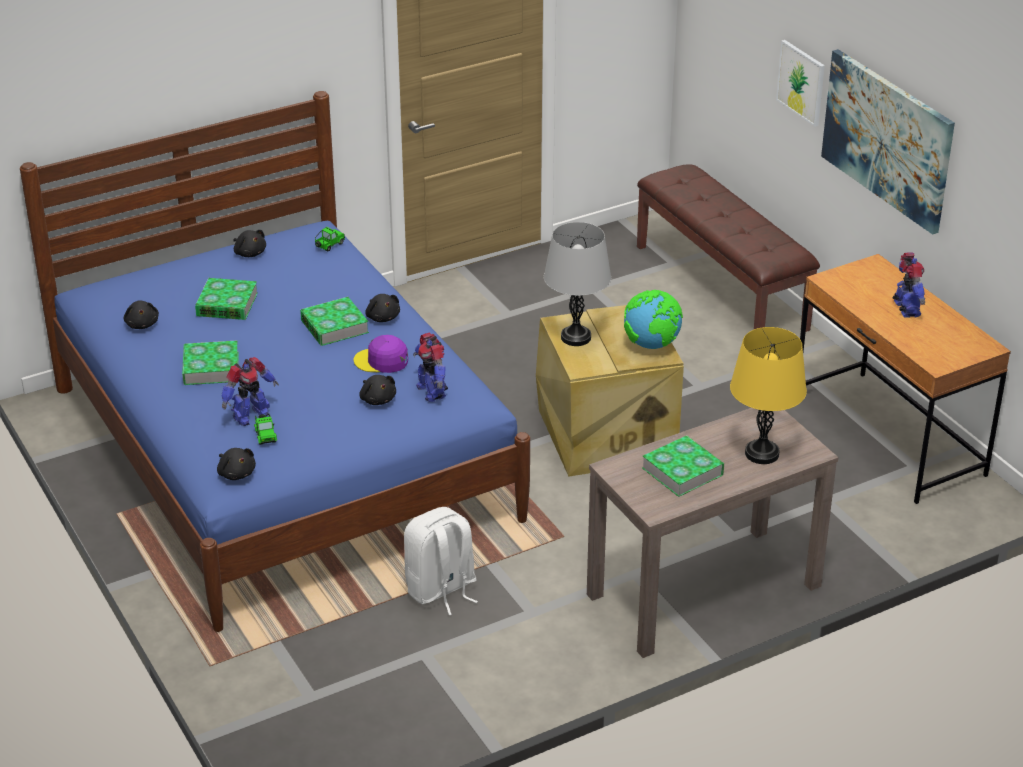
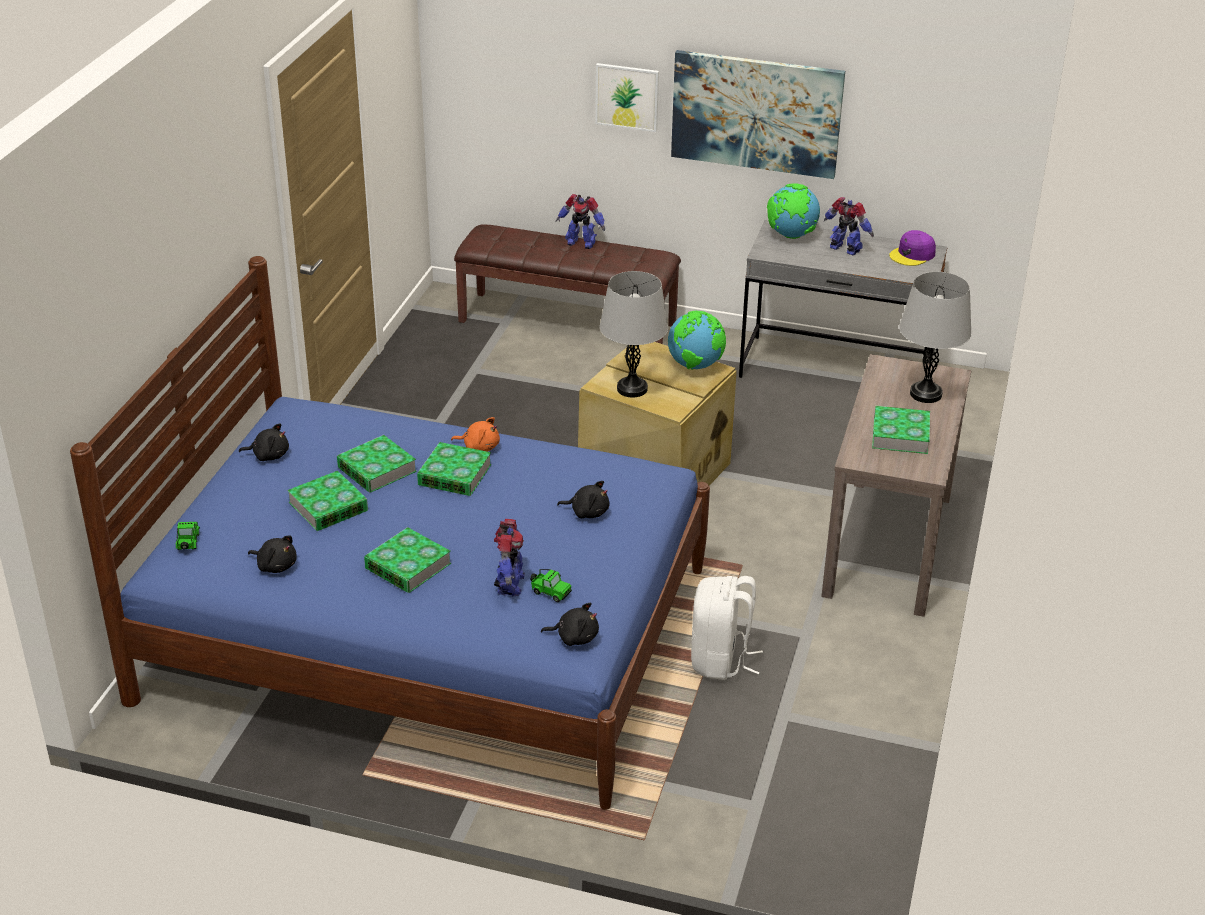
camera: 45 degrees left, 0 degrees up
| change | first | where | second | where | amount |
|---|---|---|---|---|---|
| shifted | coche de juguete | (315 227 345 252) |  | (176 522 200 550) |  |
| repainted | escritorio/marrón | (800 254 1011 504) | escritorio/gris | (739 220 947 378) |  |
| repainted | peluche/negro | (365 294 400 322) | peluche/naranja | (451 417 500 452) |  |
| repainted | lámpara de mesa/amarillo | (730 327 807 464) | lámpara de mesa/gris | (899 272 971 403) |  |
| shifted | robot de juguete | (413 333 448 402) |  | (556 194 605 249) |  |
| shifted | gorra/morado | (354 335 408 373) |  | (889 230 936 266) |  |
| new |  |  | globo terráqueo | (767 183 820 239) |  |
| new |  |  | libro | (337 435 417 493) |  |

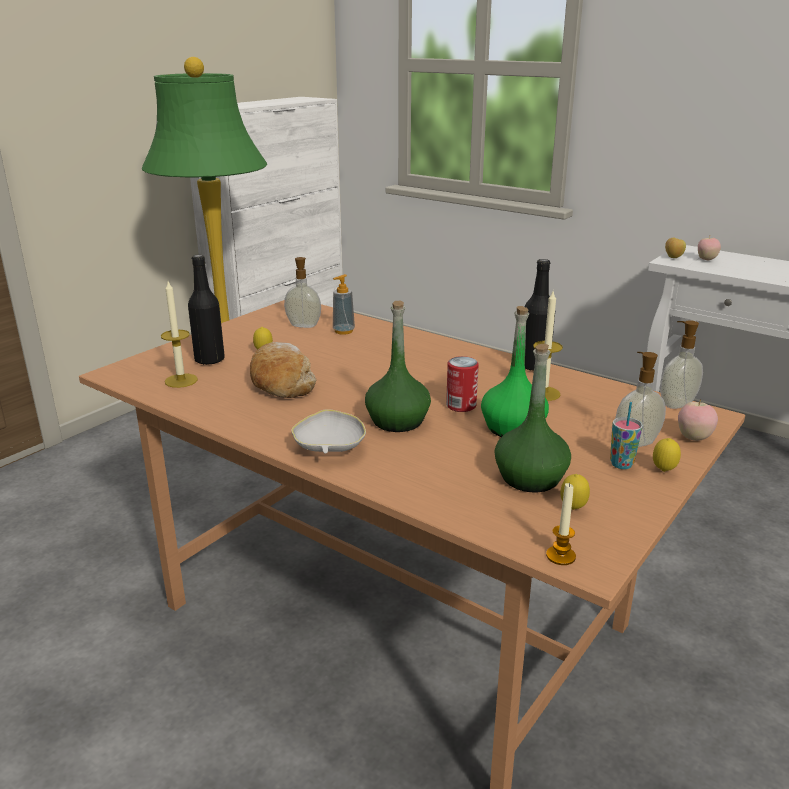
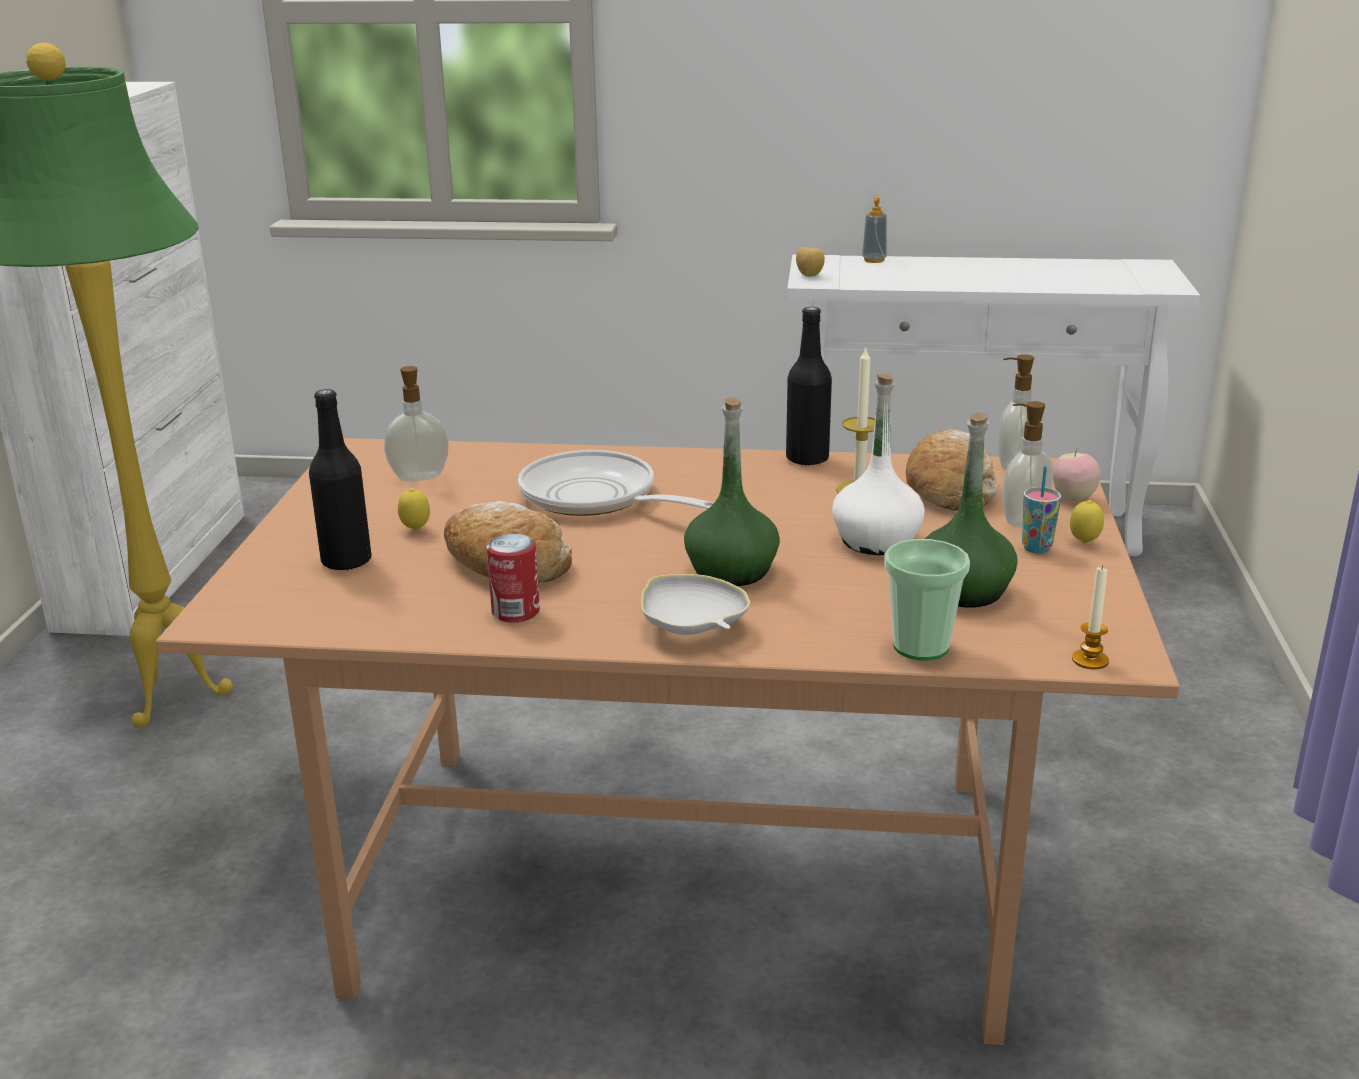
camera: 30 degrees left, 0 degrees up
| change | first | where | second | where | amount |
|---|---|---|---|---|---|
| gone | manzana | (698 236 721 260) |  |  |  |
| shifted | dispensador de jabón | (333 274 355 335) |  | (862 195 887 263) |  |
| gone | vela | (161 282 198 388) |  |  |  |
| repainted | botella/verde | (481 306 549 437) | botella/blanco | (832 373 925 555) |  |
| shifted | lata | (446 356 479 412) |  | (487 534 540 622) |  |
| gone | limón | (560 474 590 510) |  |  |  |
| new |  |  | pan | (906 429 998 511) |  |
| new |  |  | sartén | (518 450 714 516) |  |
| new |  |  | taza | (884 539 970 660) |  |

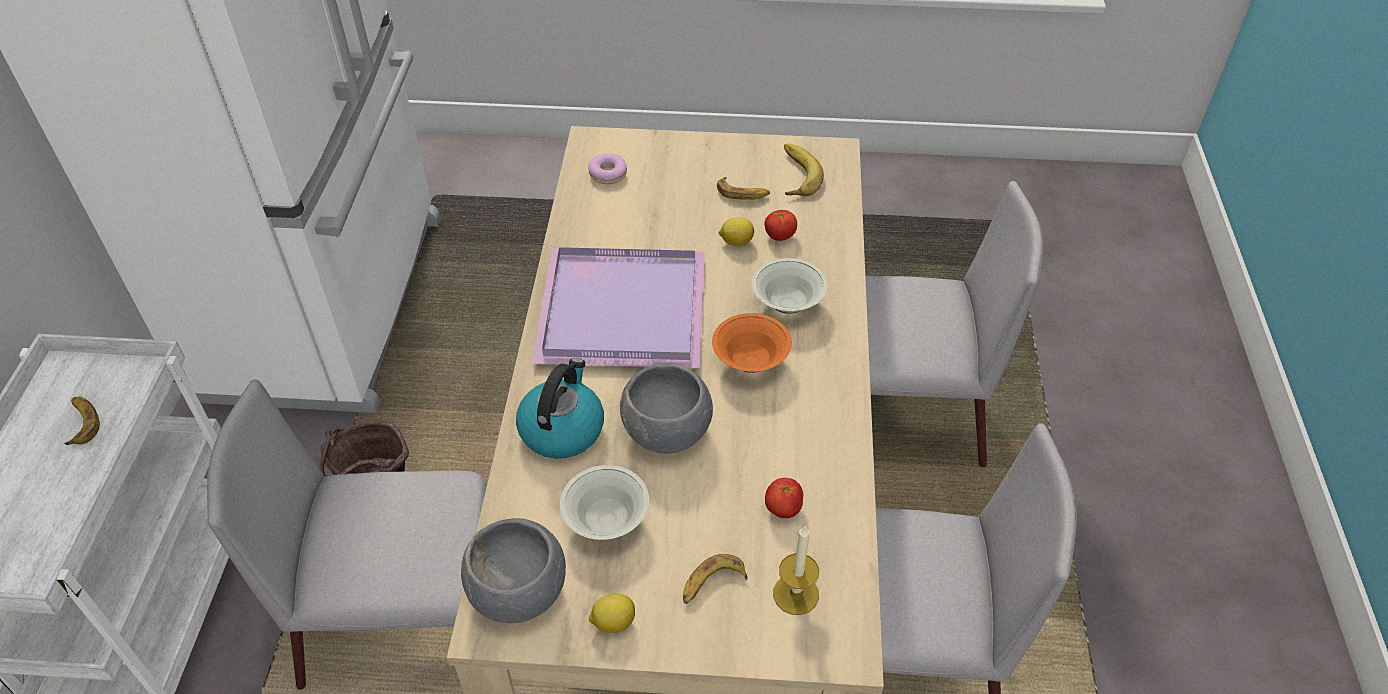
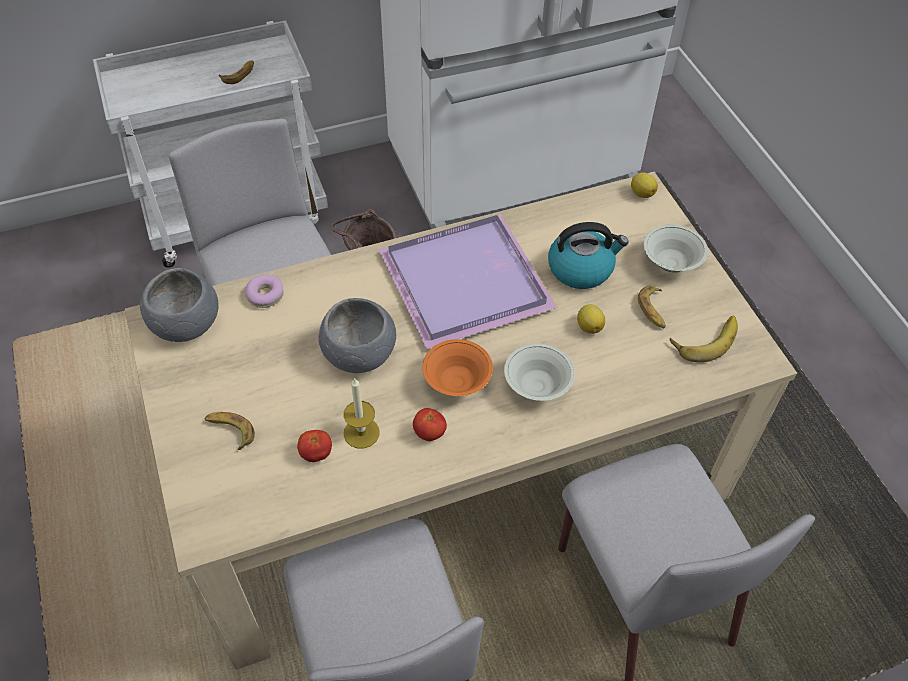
camera: 65 degrees right, 5 degrees up
| change | first | where | second | where | amount |
|---|---|---|---|---|---|
| shifted | rosquilla | (588 153 627 184) |  | (245 274 284 308) |  |
| shifted | tomate | (765 210 797 241) |  | (413 408 447 441) |  |
| shifted | hervidor | (516 358 604 459) |  | (548 222 628 289) |  |
| shifted | cuenco/blanco | (560 465 649 540) |  | (644 225 708 272) |  |
| shifted | vela | (773 527 819 615) |  | (343 377 380 448) |  |
| shifted | limón | (589 594 635 633) |  | (631 172 658 198) |  |

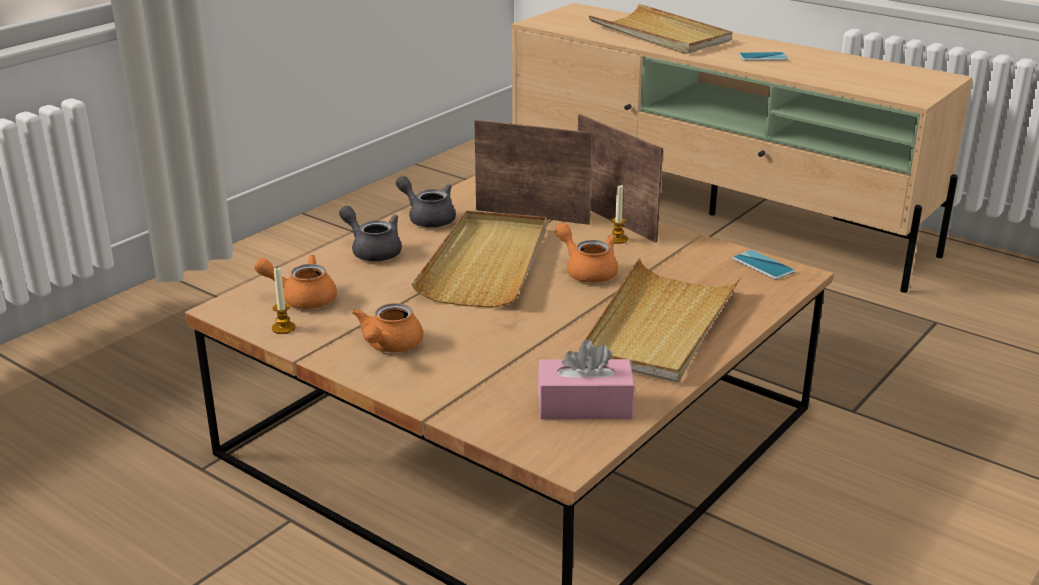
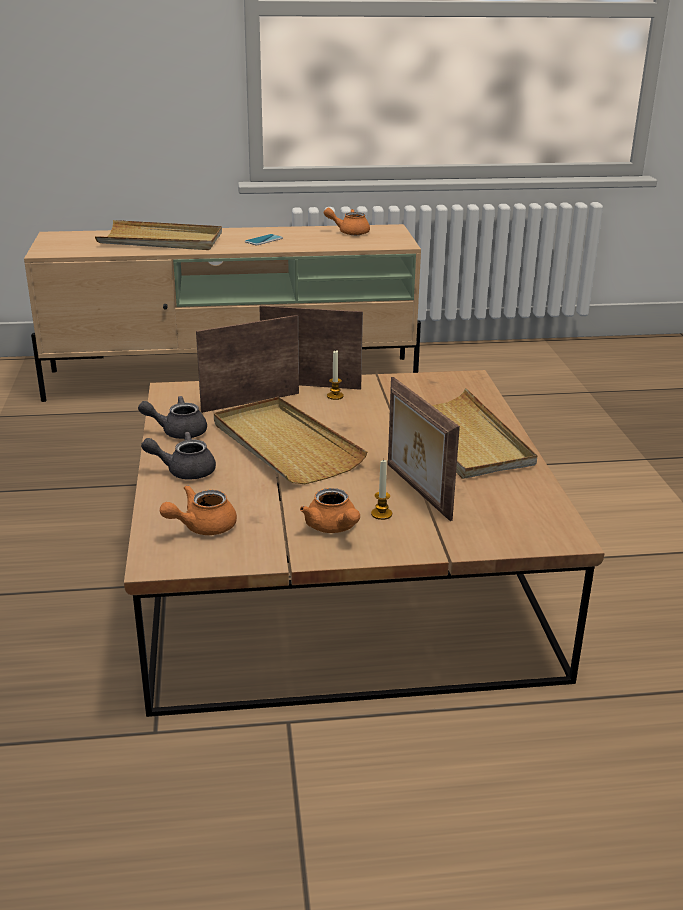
camera: 45 degrees left, 0 degrees up
| change | first | where | second | where | amount |
|---|---|---|---|---|---|
| shifted | tetera/naranja | (555 223 618 283) |  | (324 208 370 235) |  |
| gone | móvil | (732 250 795 280) |  |  |  |
| shifted | vela | (272 268 295 334) |  | (371 459 392 520) |  |
| gone | caja de pañuelos/rosa | (538 339 635 419) |  |  |  |
| new |  |  | portarretratos | (388 377 460 521) |  |

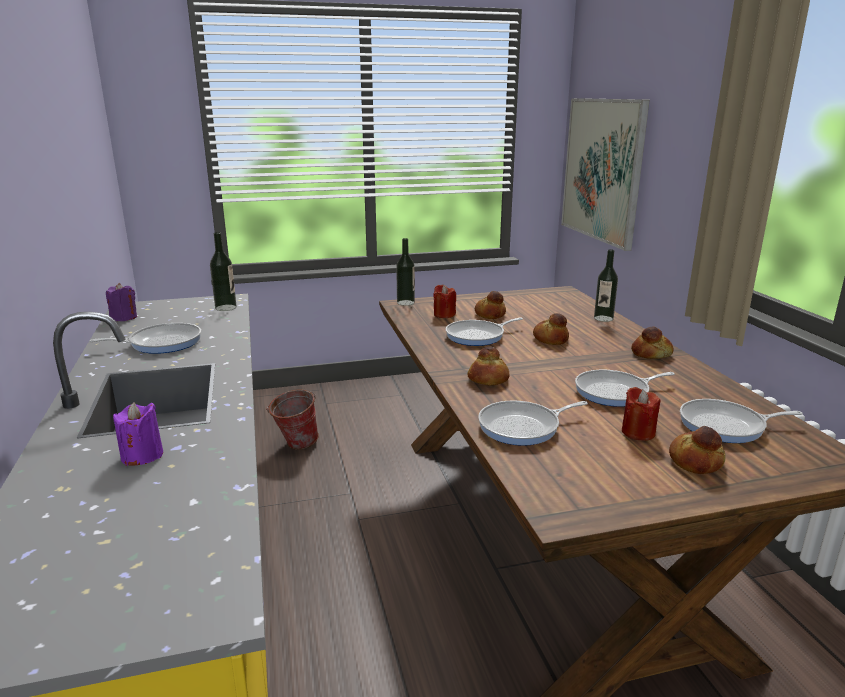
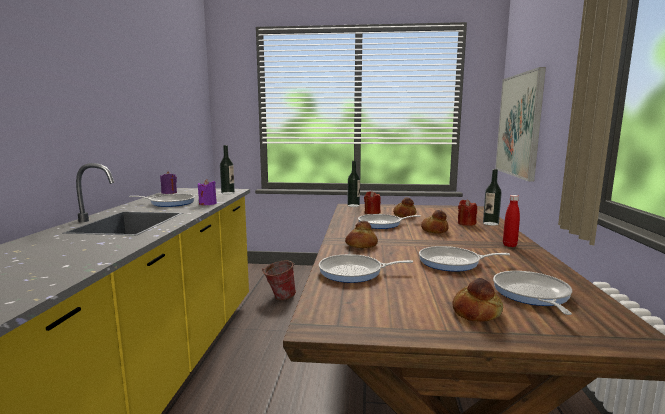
camera: 20 degrees right, 10 degrees down
| change | first | where | second | where | amount |
|---|---|---|---|---|---|
| swapped | pan | (631 326 673 359) | botella/rojo | (503 195 520 247) |  |
| shifted | vela/rojo | (622 387 660 441) |  | (458 199 477 226) |  |
| rotated | sartén | (680 399 803 443) |  | (493 271 572 315) | 75 degrees clockwise |
| shifted | vela/morado | (113 402 163 466) |  | (198 179 217 205) |  |

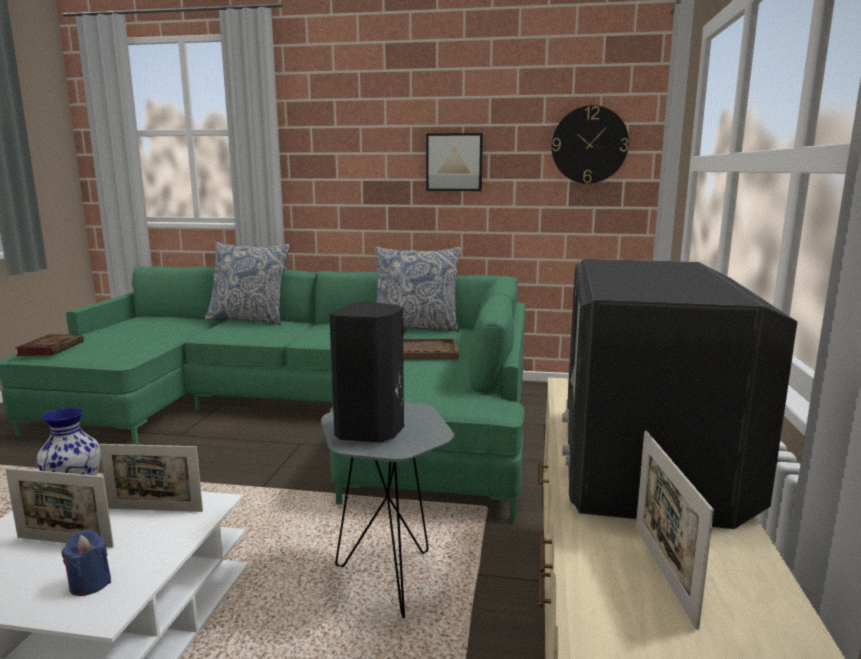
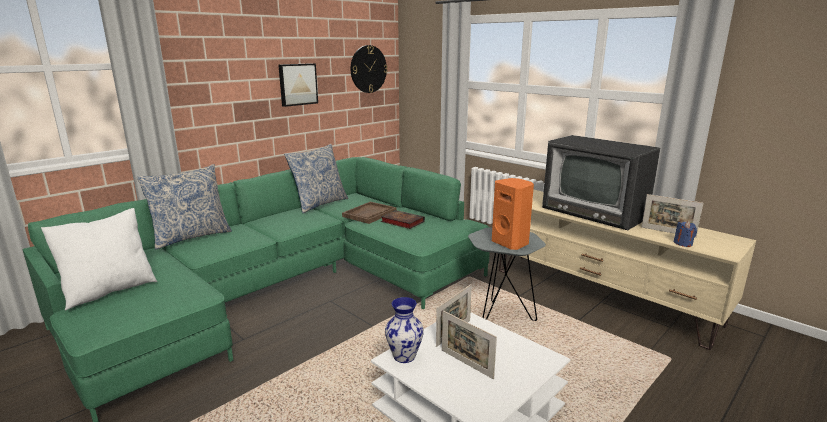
camera: 55 degrees left, 5 degrees up
| change | first | where | second | where | amount |
|---|---|---|---|---|---|
| repainted | altavoz/negro | (330 301 404 442) | altavoz/naranja | (492 178 534 250) |  |
| shifted | libro | (15 334 84 356) |  | (381 210 425 229) |  |
| rotated | portarretratos | (5 468 114 548) |  | (442 311 497 379) | 90 degrees clockwise |
| shifted | vela/azul | (61 530 111 596) |  | (674 221 697 247) |  |
| new |  |  | cojín/blanco | (41 208 157 310) |  |

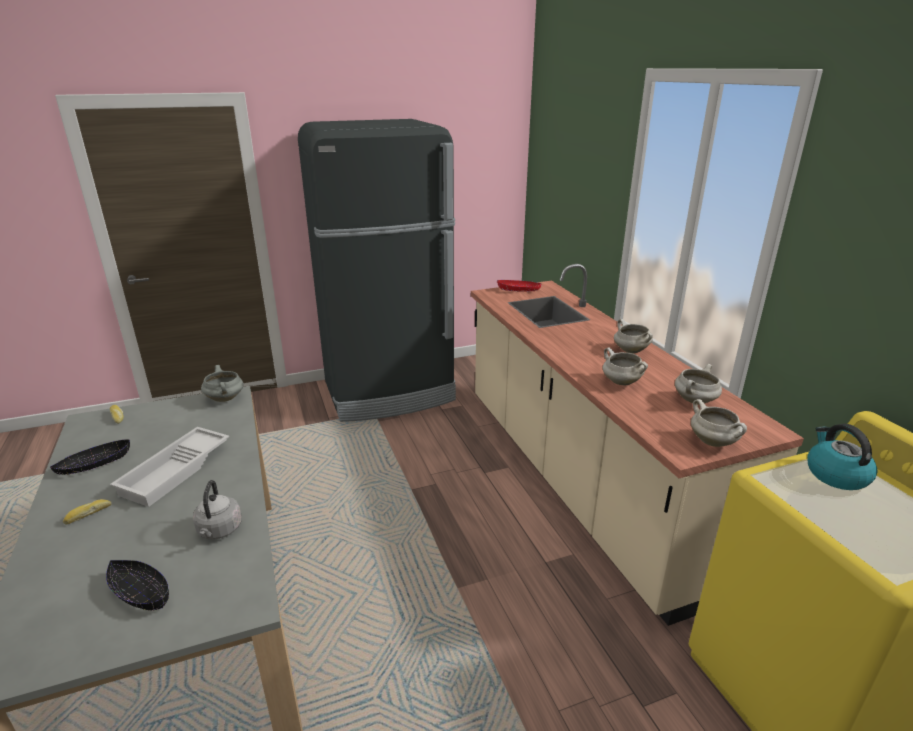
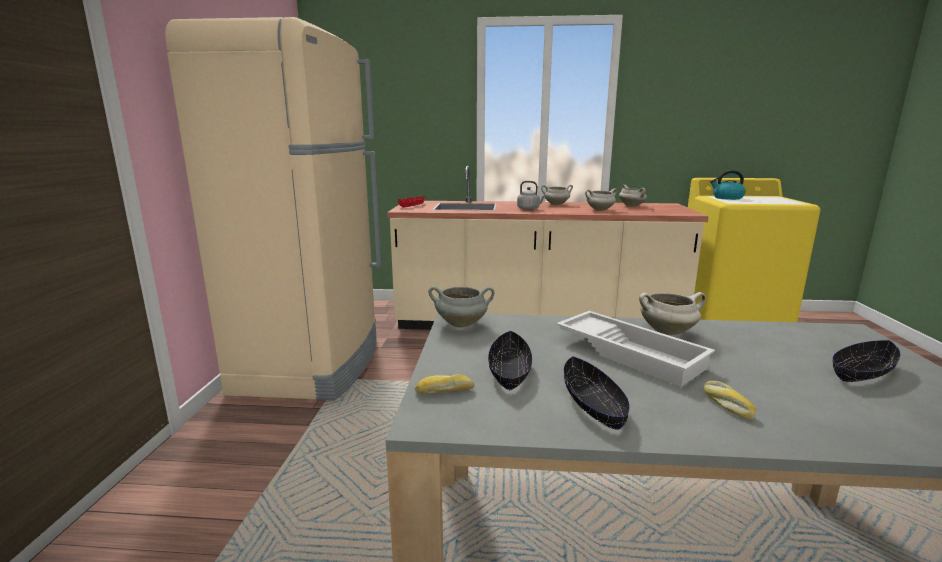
camera: 65 degrees left, 10 degrees down
| change | first | where | second | where | amount |
|---|---|---|---|---|---|
| repainted | nevera/negro | (298 119 456 422) | nevera/beis | (165 17 381 400) |  |
| shifted | olla/blanco | (691 399 747 447) |  | (639 292 706 336) |  |
| shifted | hervidor/gris | (193 480 242 539) |  | (517 181 546 210) |  |
| new |  |  | cuenco/negro | (488 331 532 390) |  |

